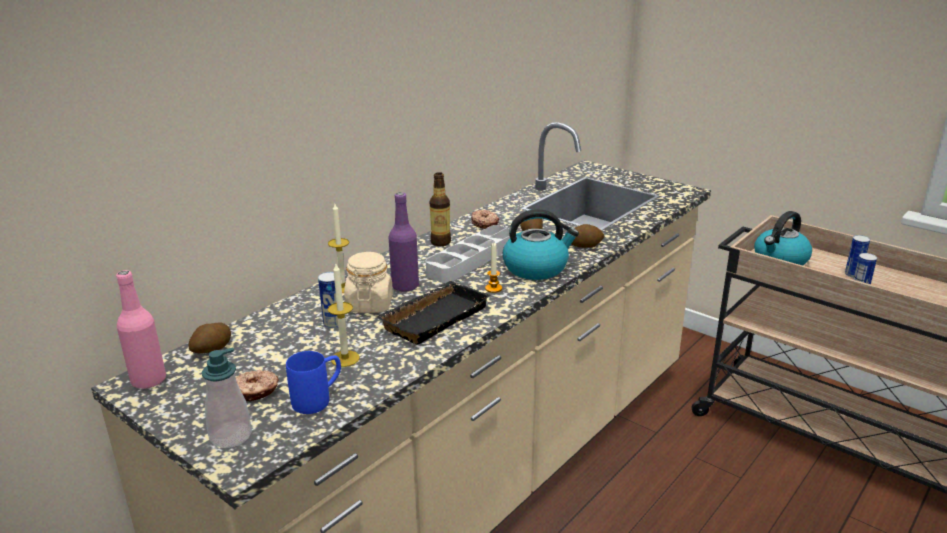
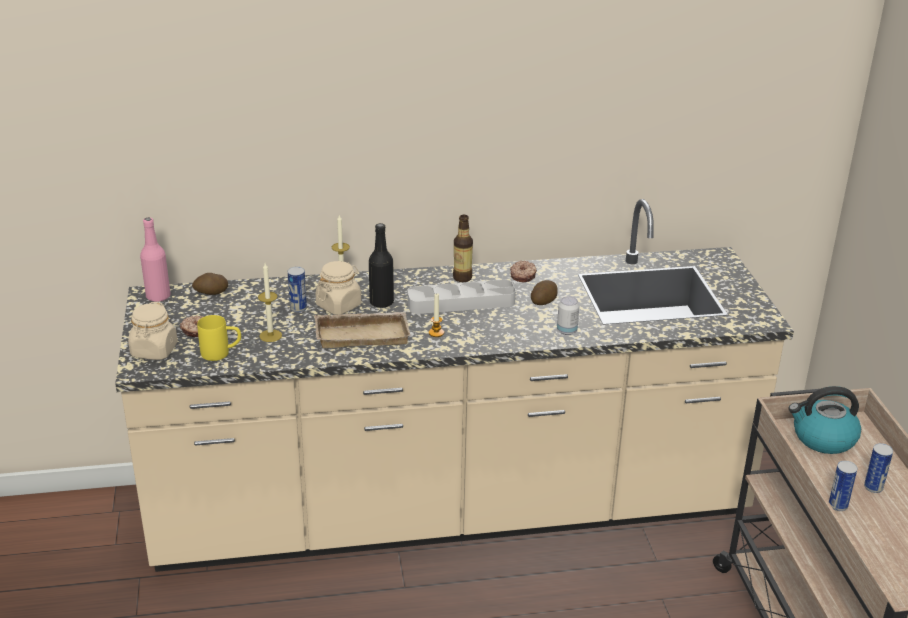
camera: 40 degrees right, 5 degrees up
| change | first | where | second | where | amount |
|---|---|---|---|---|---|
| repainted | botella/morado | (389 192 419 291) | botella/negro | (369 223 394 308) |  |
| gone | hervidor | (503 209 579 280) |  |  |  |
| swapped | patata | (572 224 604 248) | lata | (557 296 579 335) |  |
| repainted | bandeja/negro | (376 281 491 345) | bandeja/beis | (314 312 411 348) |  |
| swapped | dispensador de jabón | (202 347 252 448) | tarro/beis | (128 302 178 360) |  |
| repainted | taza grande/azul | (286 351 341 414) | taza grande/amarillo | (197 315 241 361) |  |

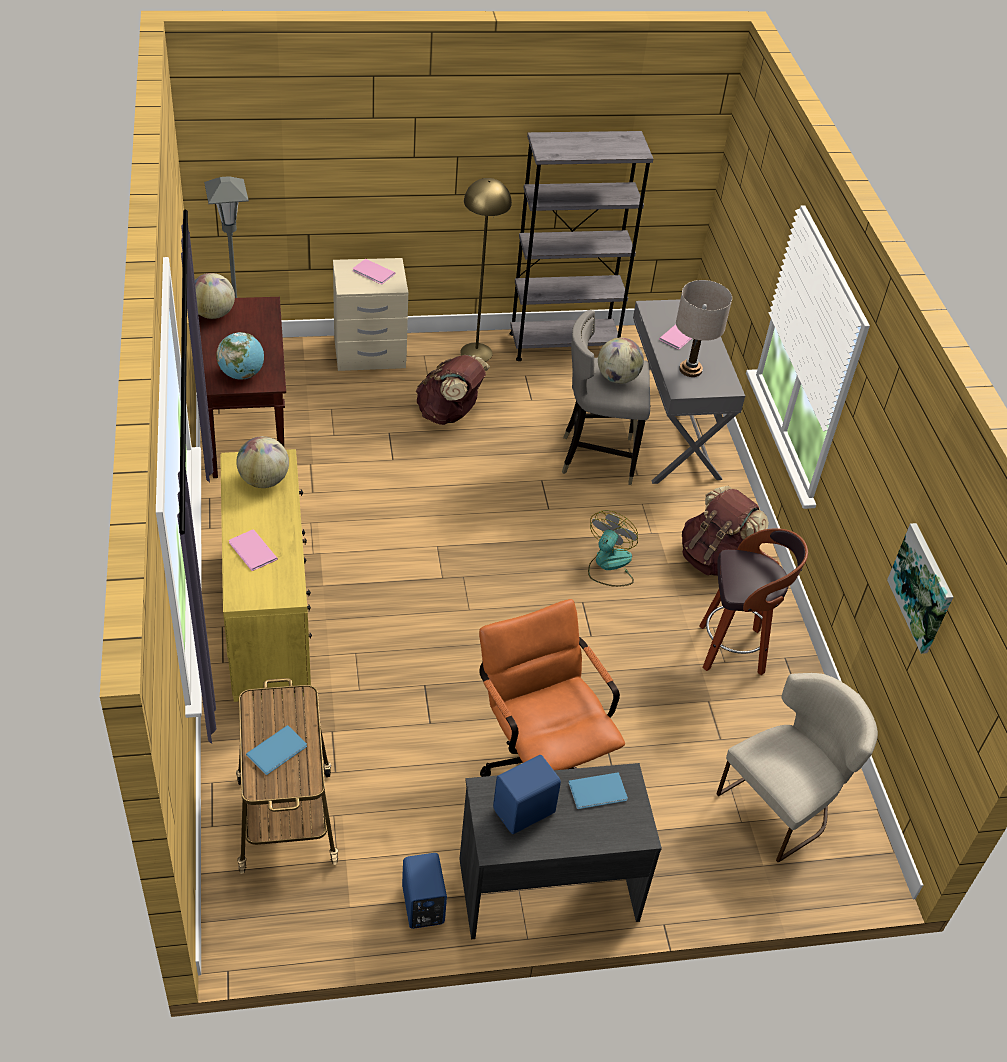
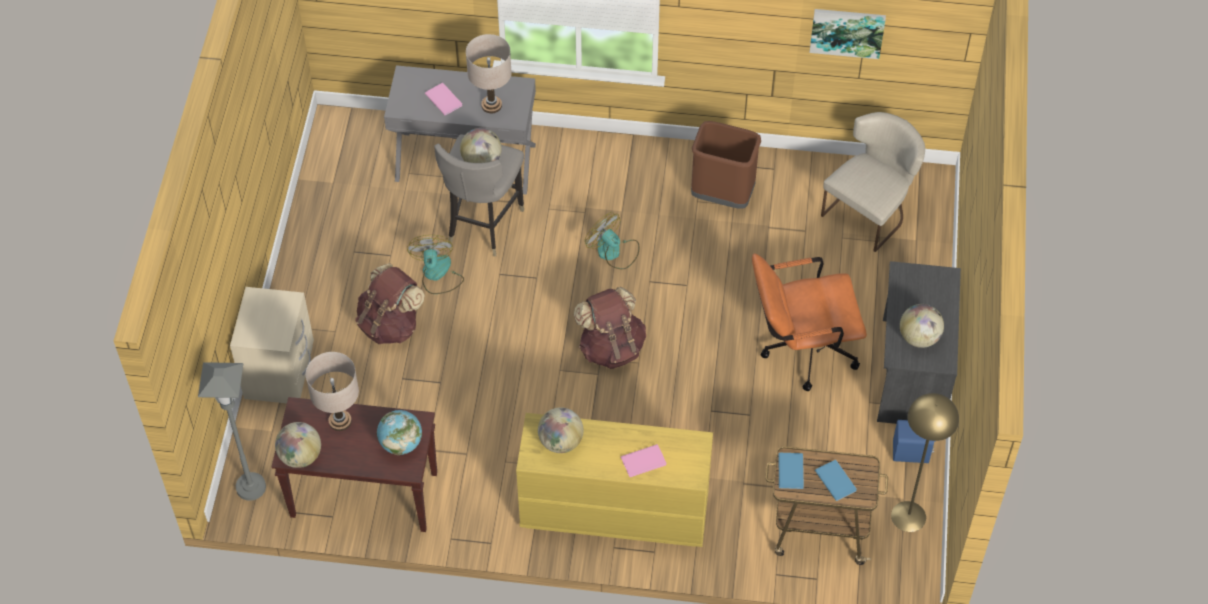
camera: 70 degrees left, 10 degrees up
| change | first | where | second | where | amount |
|---|---|---|---|---|---|
| gone | estantería/gris | (510 131 653 361) |  |  |  |
| shifted | lámpara de pie/amarillo | (460 178 512 362) |  | (891 393 959 532) |  |
| gone | libro/rosa | (353 259 395 284) |  |  |  |
| shifted | mochila/marrón | (682 486 769 576) |  | (574 287 646 369) |  |
| swapped | taburete | (700 528 808 675) | papelera/marrón | (691 121 761 209) |  |
| rotated | silla/beis | (717 673 878 863) |  | (821 112 925 252) | 60 degrees clockwise |
| swapped | altavoz/azul | (493 755 561 834) | globo terráqueo | (900 304 944 348) |  |
| shifted | libro/azul | (568 772 628 809) |  | (778 453 804 489) |  |
| new |  |  | ventilador | (407 235 464 294) |  |
| new |  |  | lámpara de mesa/beis | (306 352 359 431) |  |

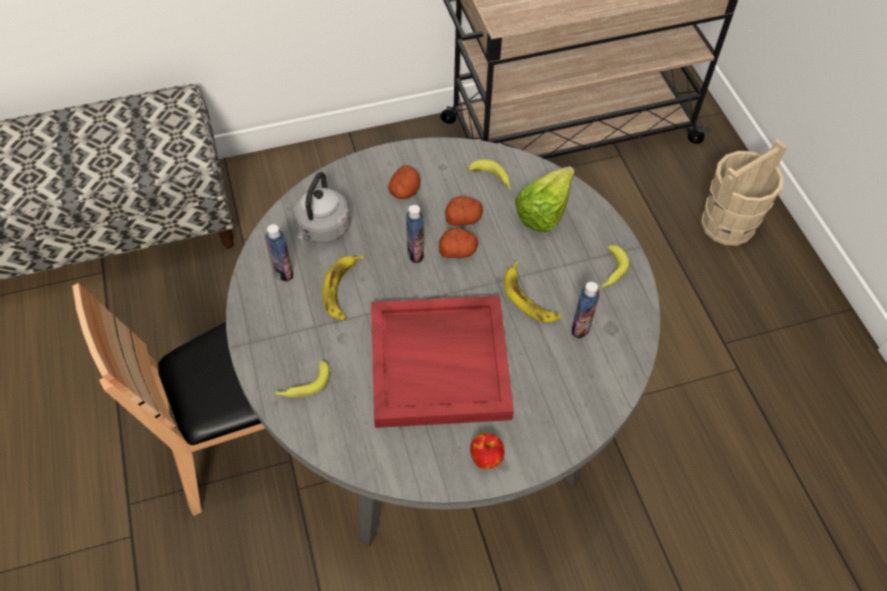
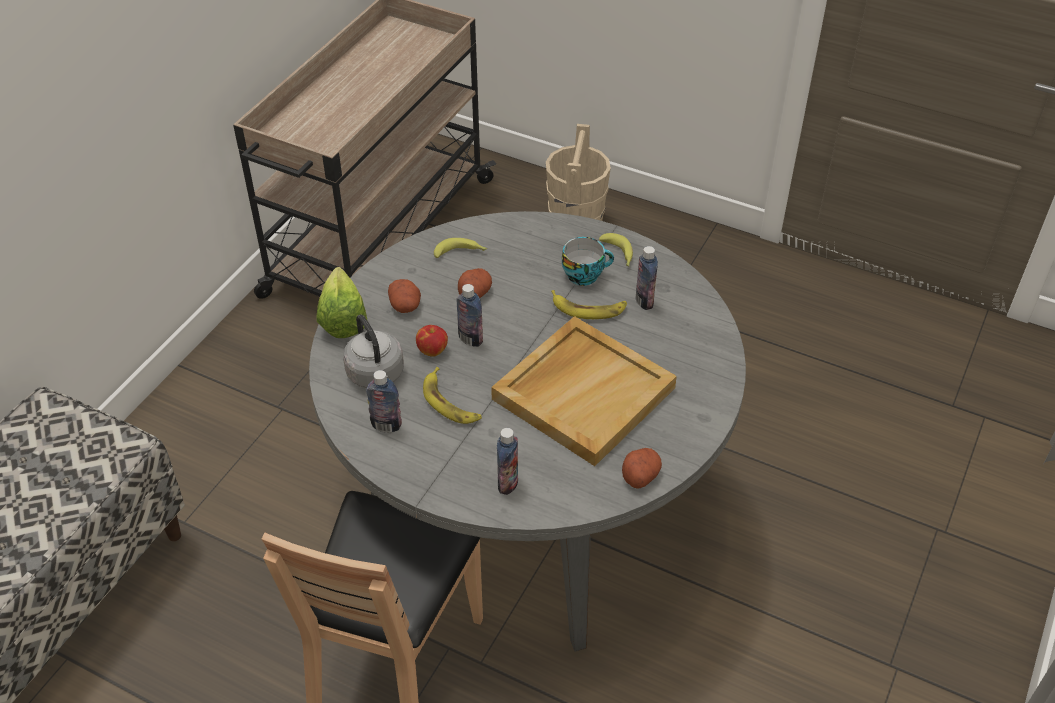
camera: 45 degrees left, 10 degrees down
| change | first | where | second | where | amount |
|---|---|---|---|---|---|
| shifted | lechuga | (515 166 575 232) |  | (316 267 367 338) |  |
| shifted | patata | (439 228 478 258) |  | (622 448 662 489) |  |
| repainted | bandeja/rojo | (371 296 514 428) | bandeja/beis | (491 316 677 466) |  |
| swapped | plátano | (274 360 330 398) | botella | (497 428 518 495) |  |
| shifted | manzana | (470 433 505 469) |  | (416 325 448 357) |  |
| new |  |  | taza | (562 237 614 286) |  |

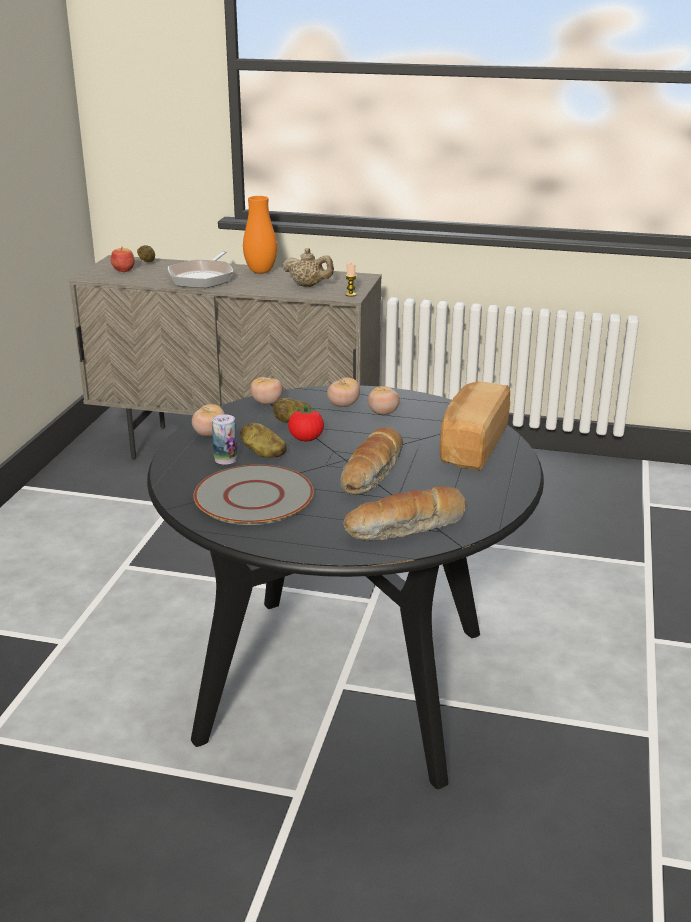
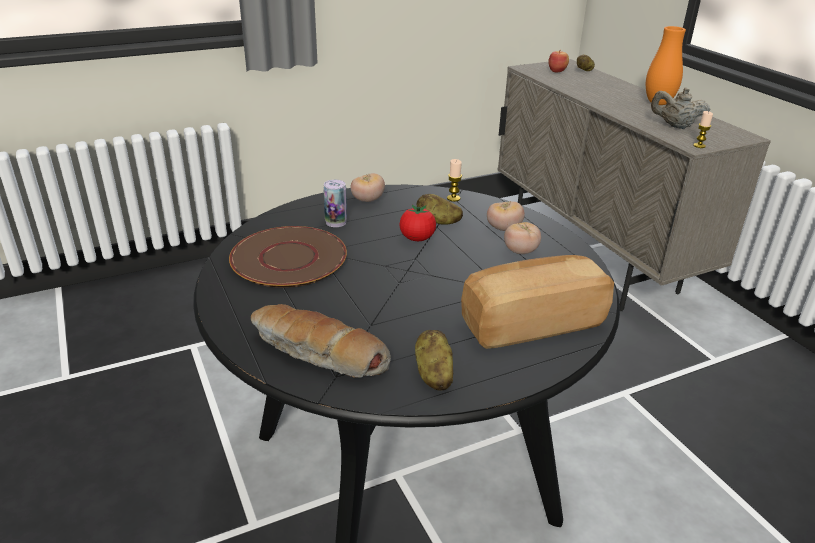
camera: 50 degrees right, 5 degrees up
| change | first | where | second | where | amount |
|---|---|---|---|---|---|
| rotated | tetera/beis | (283 248 334 287) |  | (651 88 711 129) | 120 degrees clockwise |
| gone | sartén | (168 250 233 288) |  |  |  |
| swapped | tomate | (250 377 283 405) | vela | (447 159 462 202) |  |
| shifted | patata | (241 423 286 458) |  | (415 330 453 390) |  |
| gone | pan | (340 427 403 495) |  |  |  |
| repainted | plato/gris | (193 465 314 525) | plato/marrón | (229 226 347 288) |  |

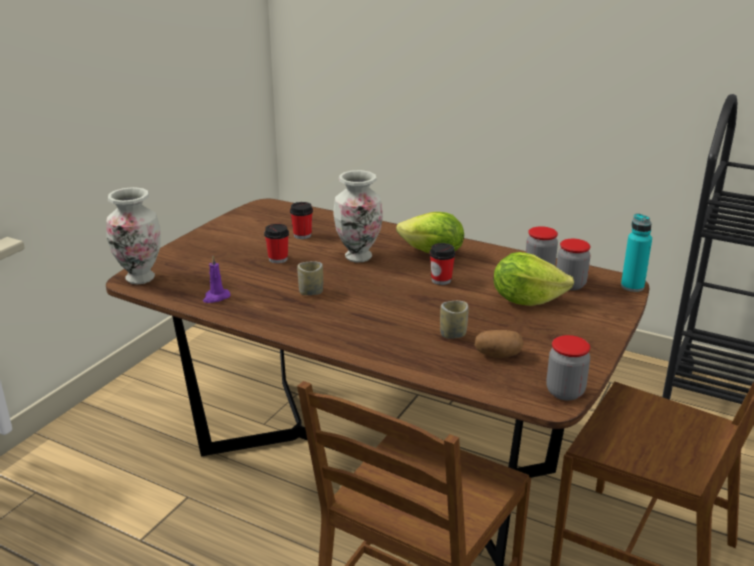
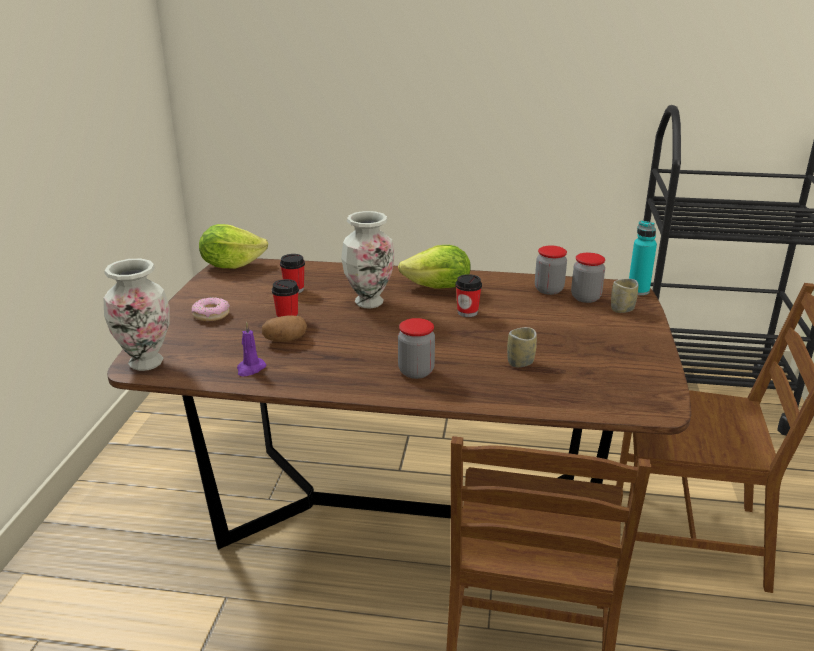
camera: 20 degrees left, 0 degrees up
| change | first | where | second | where | amount |
|---|---|---|---|---|---|
| shifted | lechuga | (493 252 574 306) |  | (199 224 268 269) |  |
| shifted | taza | (297 261 323 295) |  | (611 279 638 313) |  |
| shifted | patata | (475 330 524 358) |  | (262 315 307 342) |  |
| shifted | tarro | (546 335 590 401) |  | (398 318 435 379) |  |
| new |  |  | rosquilla | (192 297 230 321) |  |

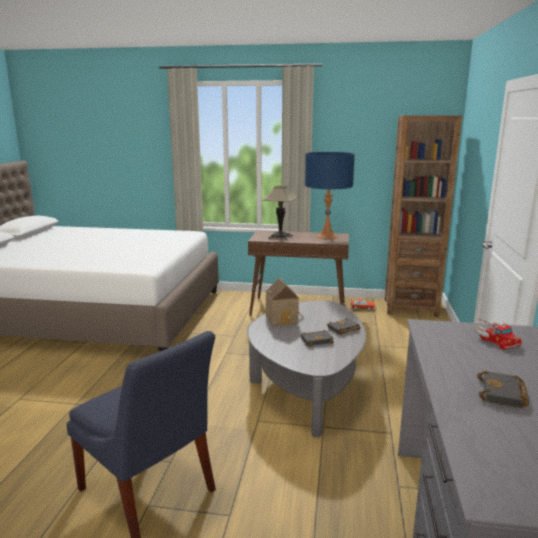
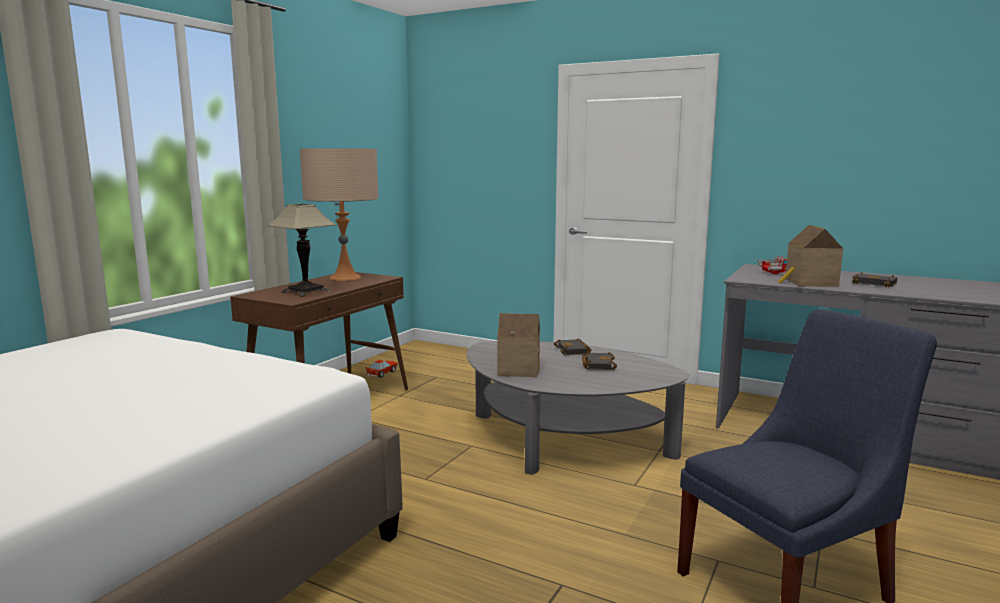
camera: 70 degrees left, 5 degrees down
| change | first | where | second | where | amount |
|---|---|---|---|---|---|
| gone | estantería/marrón | (385 116 462 317) |  |  |  |
| repainted | lámpara de mesa/azul | (305 152 355 239) | lámpara de mesa/beis | (300 148 379 281) |  |
| new |  |  | casita | (777 225 843 287) |  |

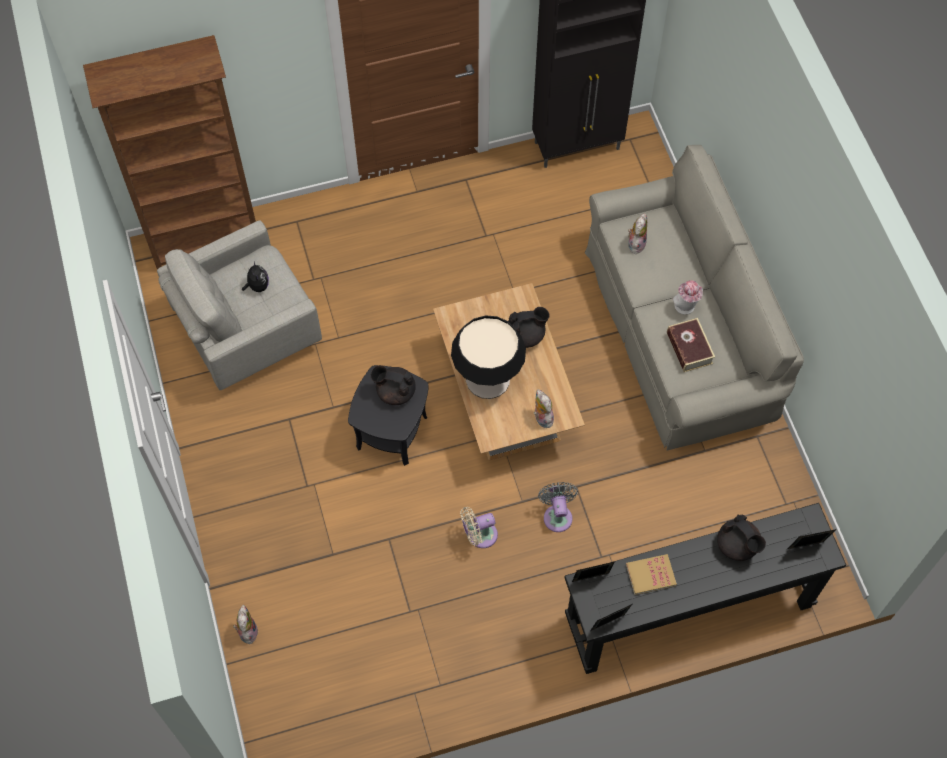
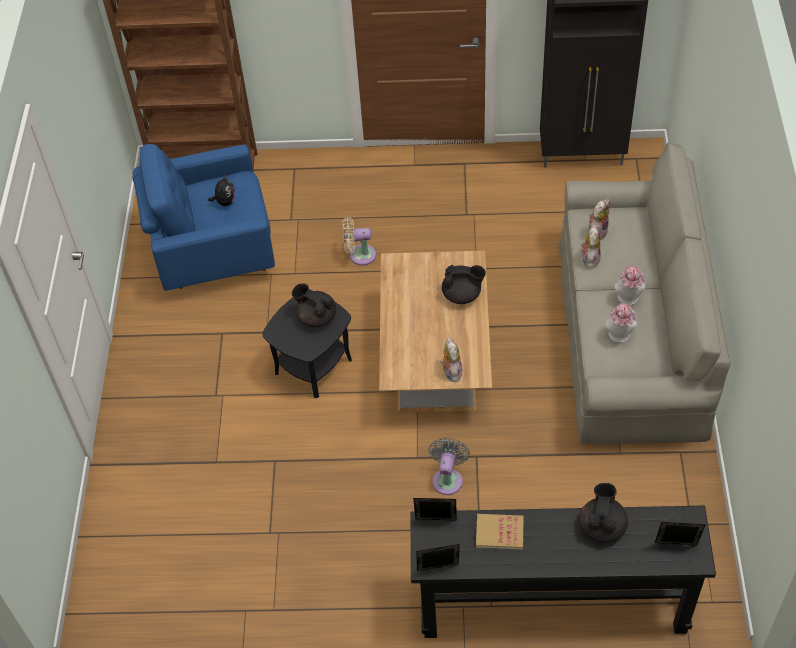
camera: 20 degrees right, 10 degrees down
| change | first | where | second | where | amount |
|---|---|---|---|---|---|
| repainted | sillón/gris | (157 220 322 390) | sillón/azul | (132 144 275 291) |  |
| gone | lámpara de mesa | (451 315 526 399) |  |  |  |
| swapped | libro | (667 318 715 372) | sombrero | (605 303 637 343) |  |
| shifted | ventilador/beis | (460 507 498 548) |  | (343 217 376 265) |  |
| rotated | tetera/negro | (717 515 766 561) |  | (579 483 628 543) | 150 degrees counterclockwise |
| shifted | peluche | (233 605 258 644) |  | (581 224 601 269) |  |

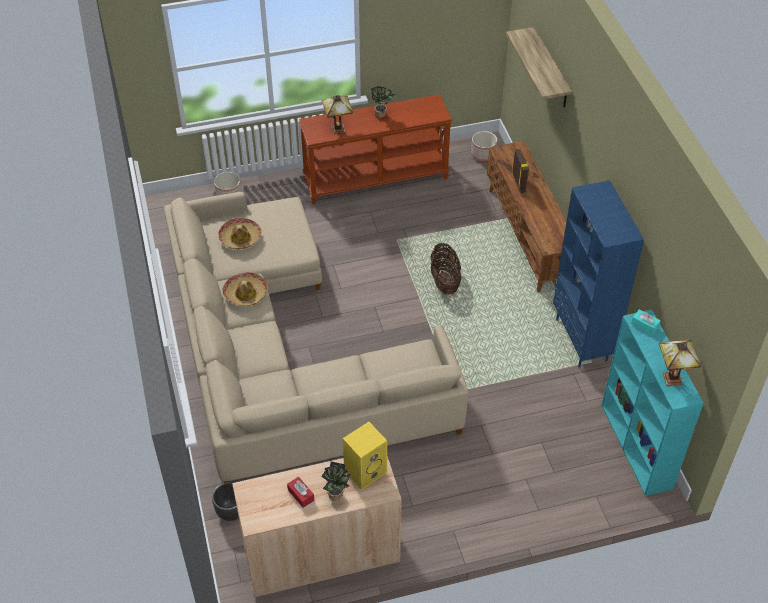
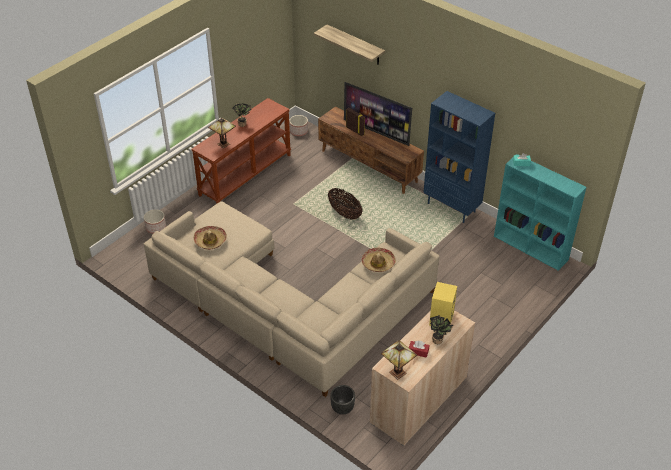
camera: 35 degrees left, 5 degrees down
| change | first | where | second | where | amount |
|---|---|---|---|---|---|
| shifted | sombrero | (222 272 268 306) |  | (362 248 396 272) |  |
| shifted | lámpara de mesa | (659 339 701 386) |  | (381 340 417 380) |  |
| new |  |  | televisor | (344 82 412 146) |  |

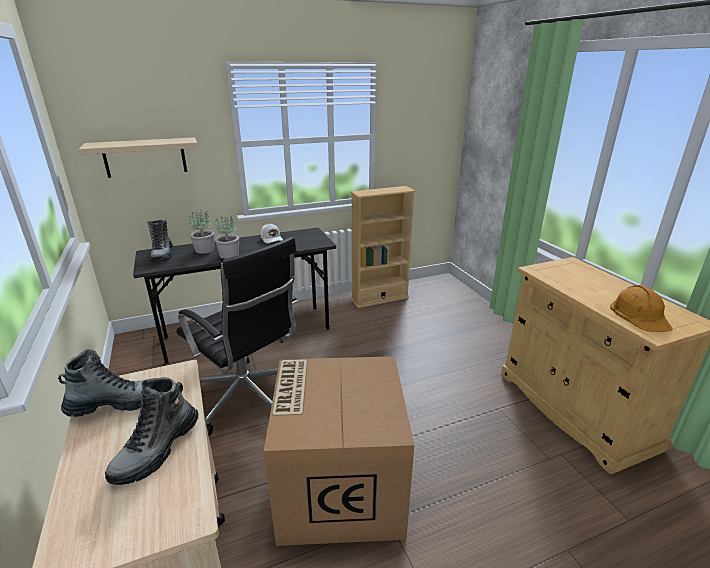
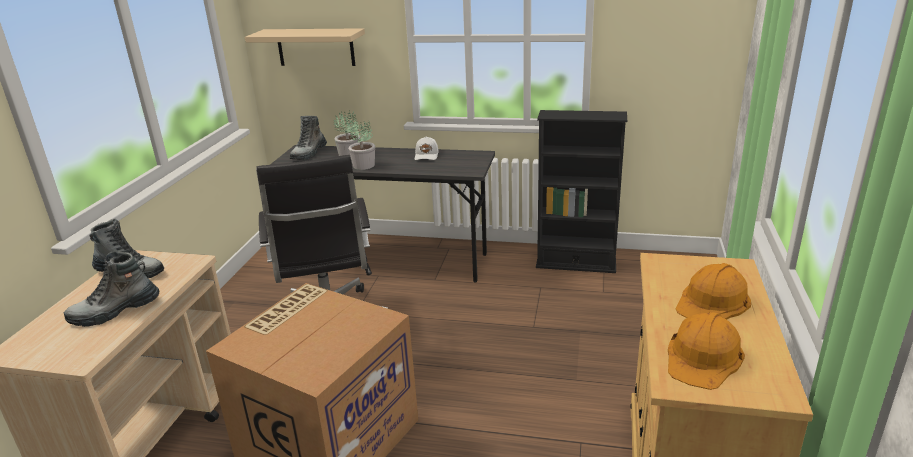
camera: 35 degrees right, 0 degrees up
| change | first | where | second | where | amount |
|---|---|---|---|---|---|
| repainted | estantería/beis | (351 186 416 308) | estantería/negro | (536 110 627 273) |  |
| new |  |  | casco/naranja | (676 263 751 320) |  |

